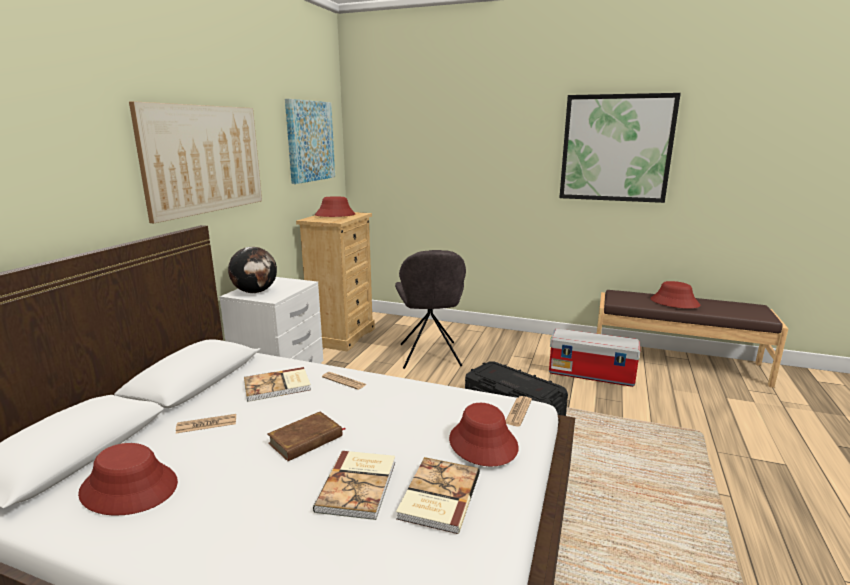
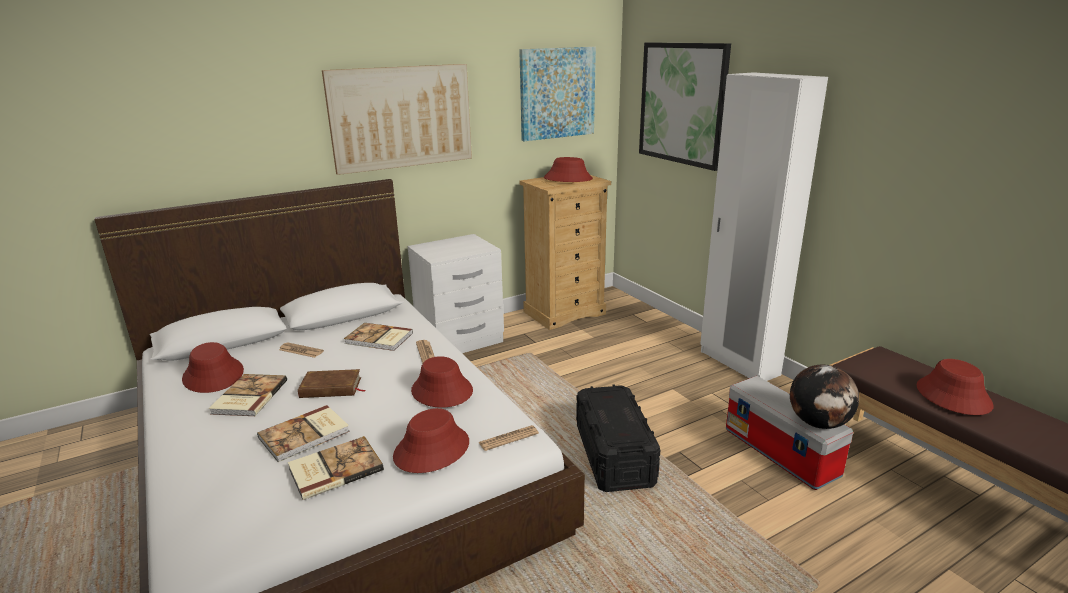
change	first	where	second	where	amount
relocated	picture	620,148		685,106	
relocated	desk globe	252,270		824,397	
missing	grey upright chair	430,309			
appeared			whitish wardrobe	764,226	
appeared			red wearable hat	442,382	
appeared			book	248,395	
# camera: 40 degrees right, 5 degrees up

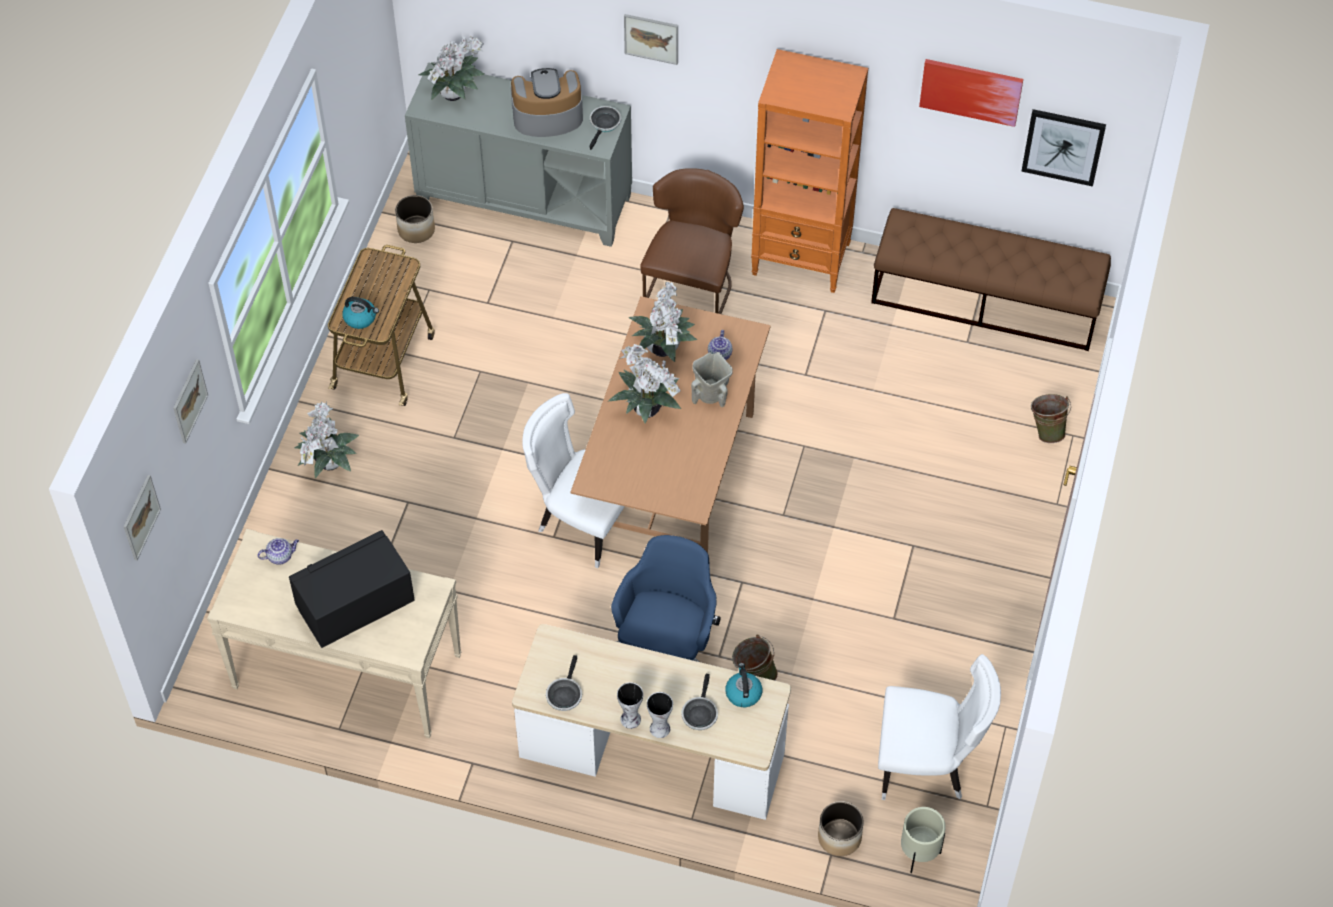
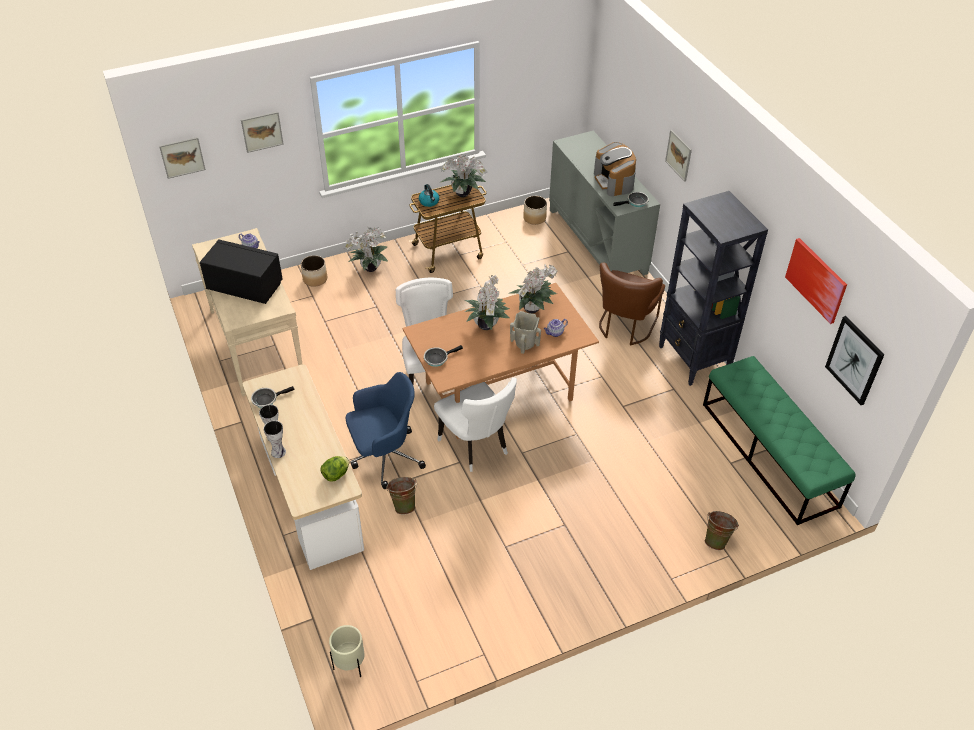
change	first	where	second	where	amount
relocated	houseplant	451,69		464,175	
colour	orangey bookcase	809,171	blackish bookcase	713,288	
spun	coffee machine	547,102		615,169	150 degrees counterclockwise
spun	brown-coloured upright chair	692,241		632,304	135 degrees clockwise
colour	brown-coloured bench	991,279	green-coloured bench	779,440	
relocated	whitish upright chair	939,727		475,424	
exchanged	tea kettle	743,685	head of lettuce	334,469	
relocated	skillet	699,702		443,356	
relocated	flower pot	841,828		314,271	
# camera: 50 degrees right, 10 degrees down

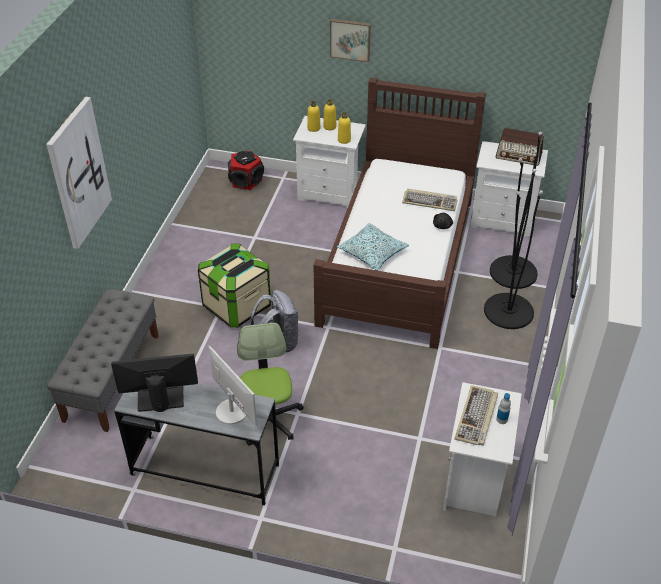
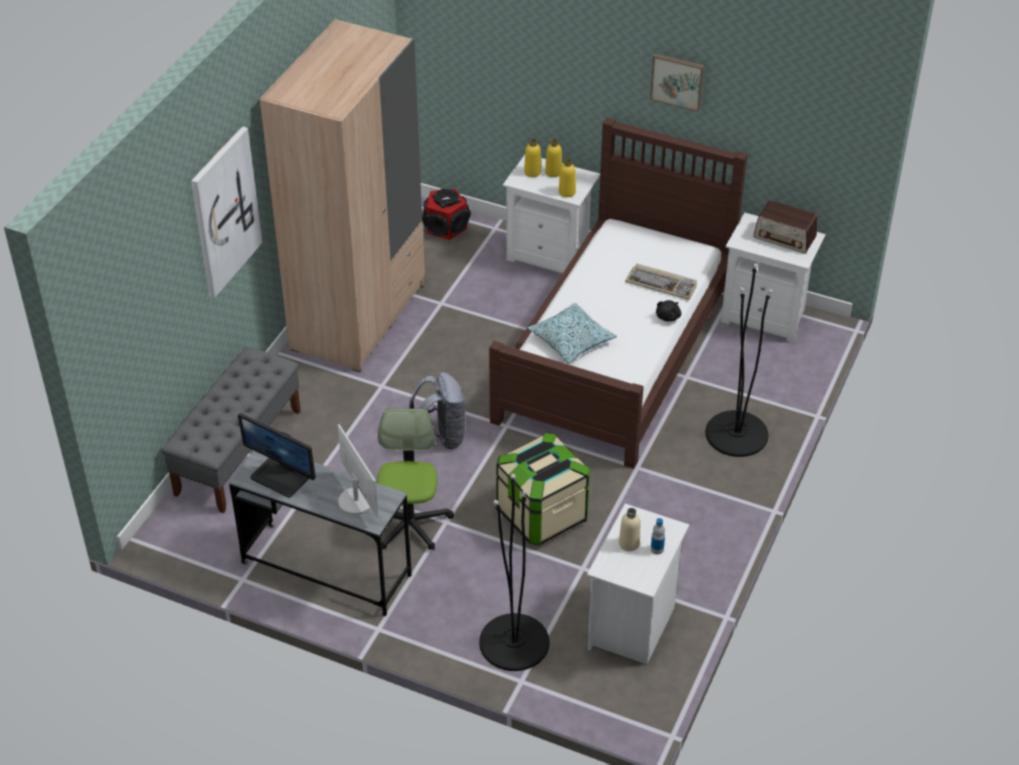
change	first	where	second	where	amount
relocated	picture	350,40		677,82	
relocated	blackish standing lamp	516,210		514,572	
relocated	storage container	234,285		543,489	
spun	computer screen	154,383		277,455	150 degrees counterclockwise
exchanged	keyboard	476,415	beige beverage bottle	630,529	
appeared			beige wardrobe	342,195	
# camera: 10 degrees right, 0 degrees up

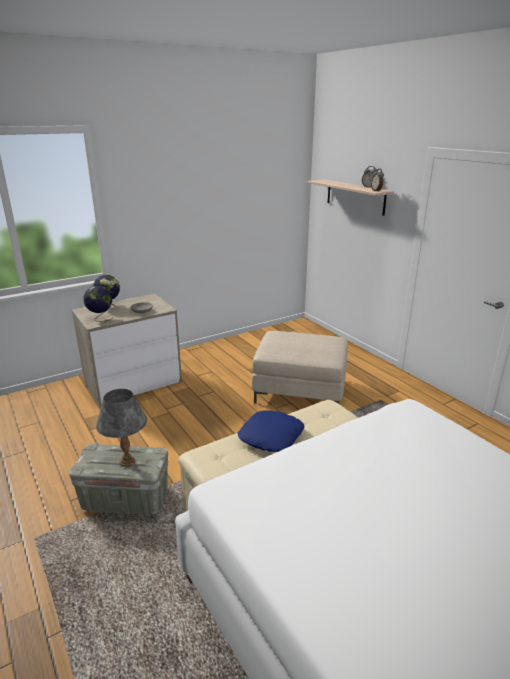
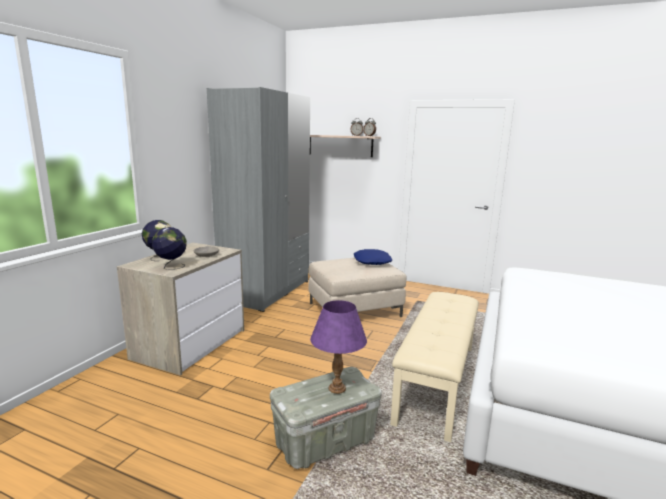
change	first	where	second	where	amount
colour	grey lamp for a table	121,428	purple-coloured lamp for a table	338,347	
relocated	blue-coloured pillow	271,431		373,257	
appeared			grey wardrobe	258,199	
# camera: 35 degrees left, 10 degrees down

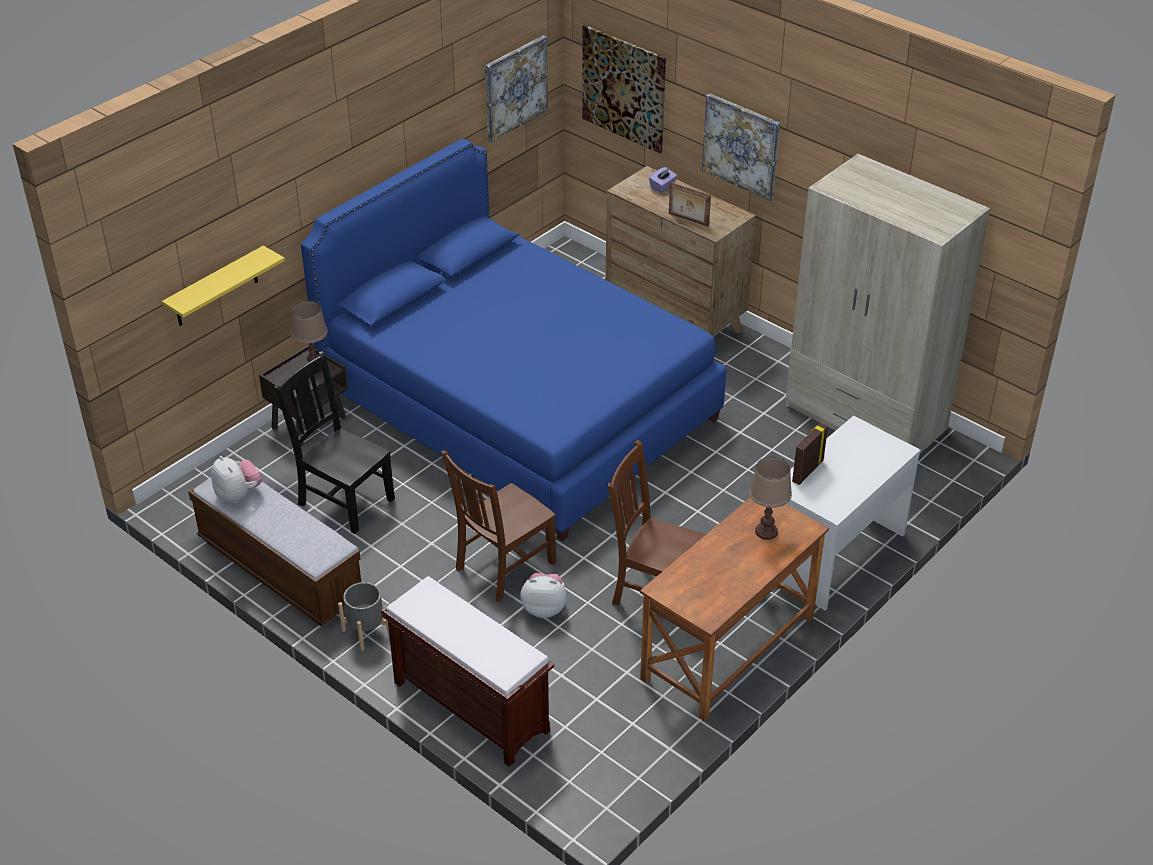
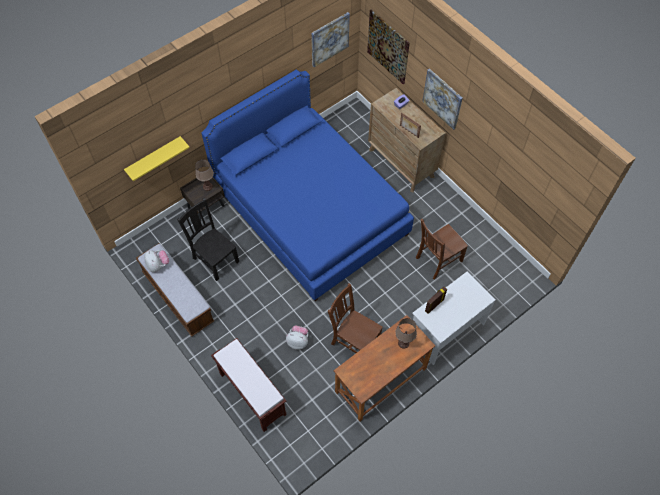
change	first	where	second	where	amount
missing	beige wardrobe	887,304			
relocated	brown-coloured upright chair	498,526		442,249	
missing	grey flower pot	363,616			
# camera: 10 degrees right, 20 degrees up

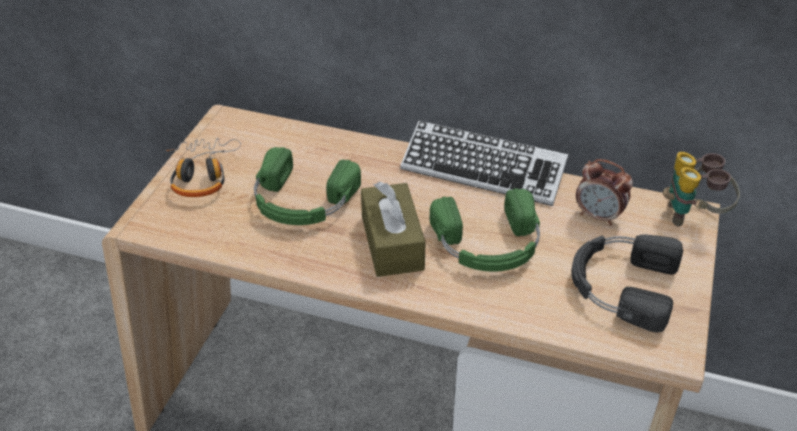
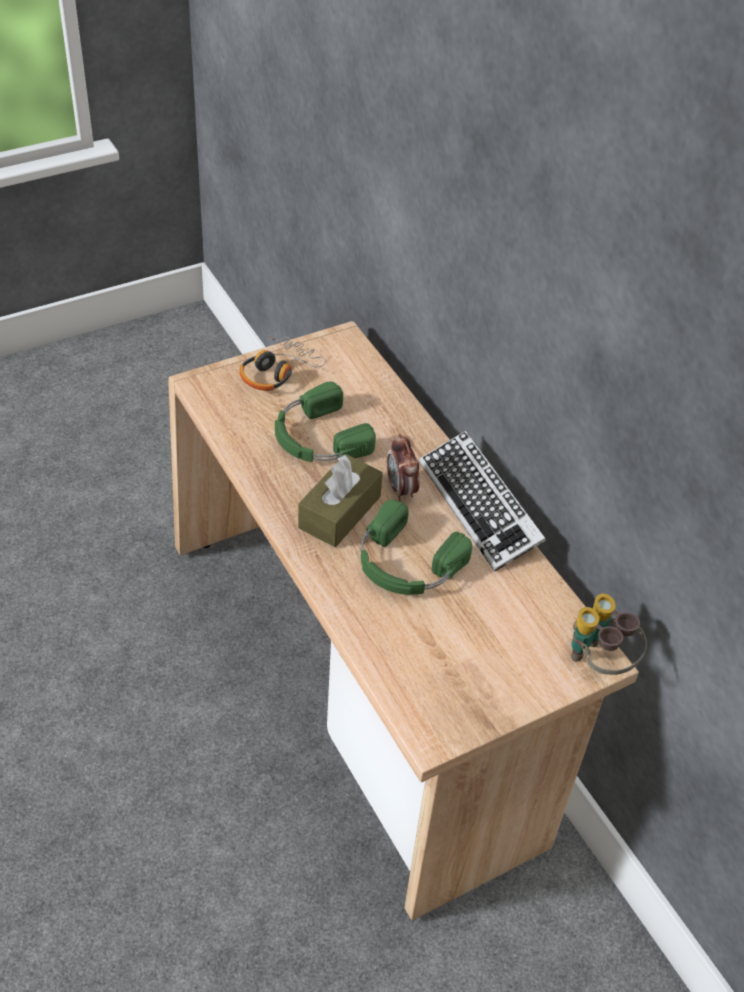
change	first	where	second	where	amount
relocated	bedside clock	604,192		403,467	
missing	blackish headphones	627,283			
# camera: 40 degrees right, 5 degrees up

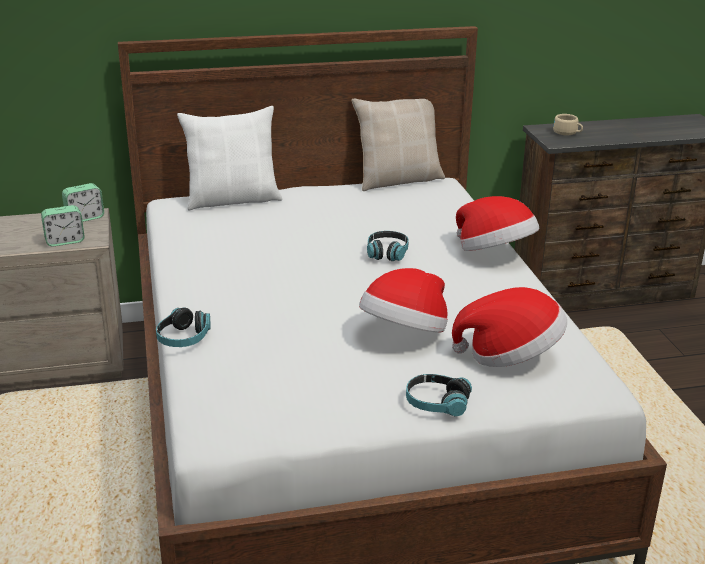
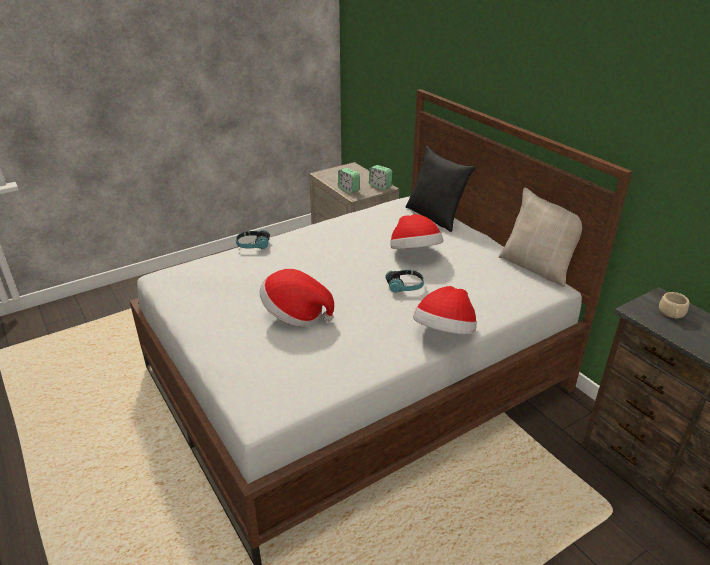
change	first	where	second	where	amount
colour	whitish pillow	229,158	blackish pillow	440,189	
relocated	wearable hat	509,327		416,231	
missing	headphones	439,395			
# camera: 70 degrees right, 5 degrees up

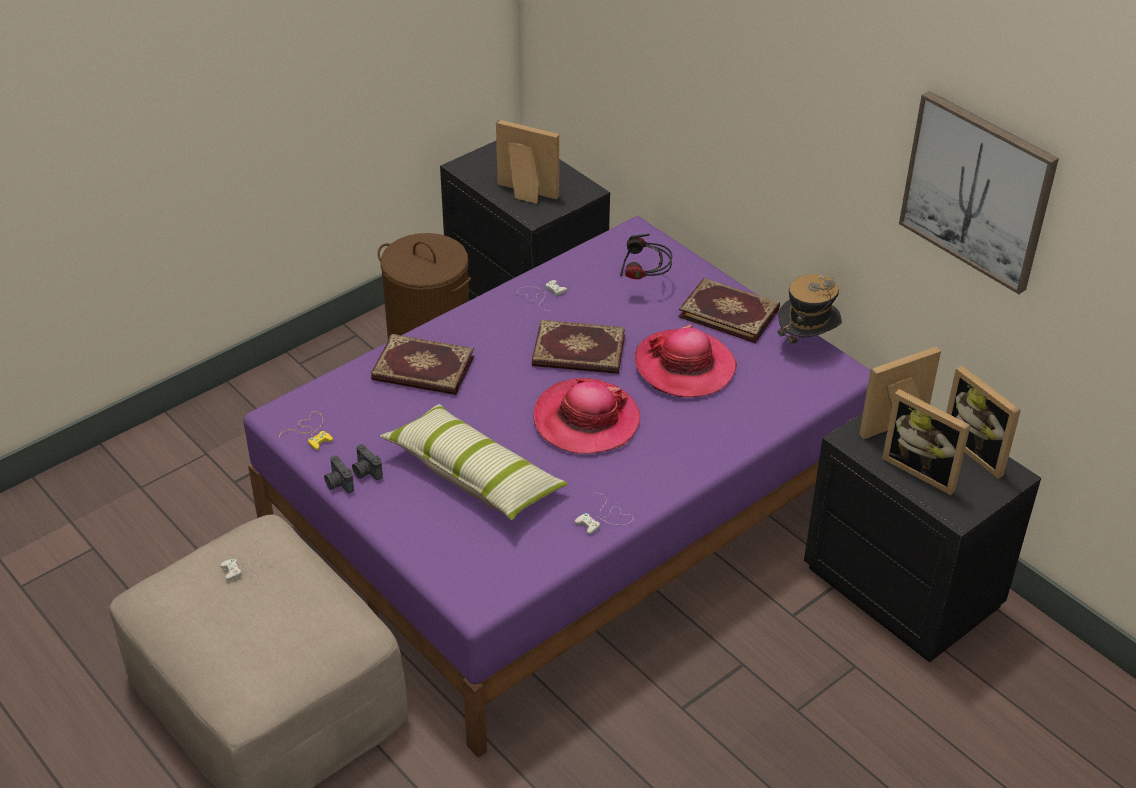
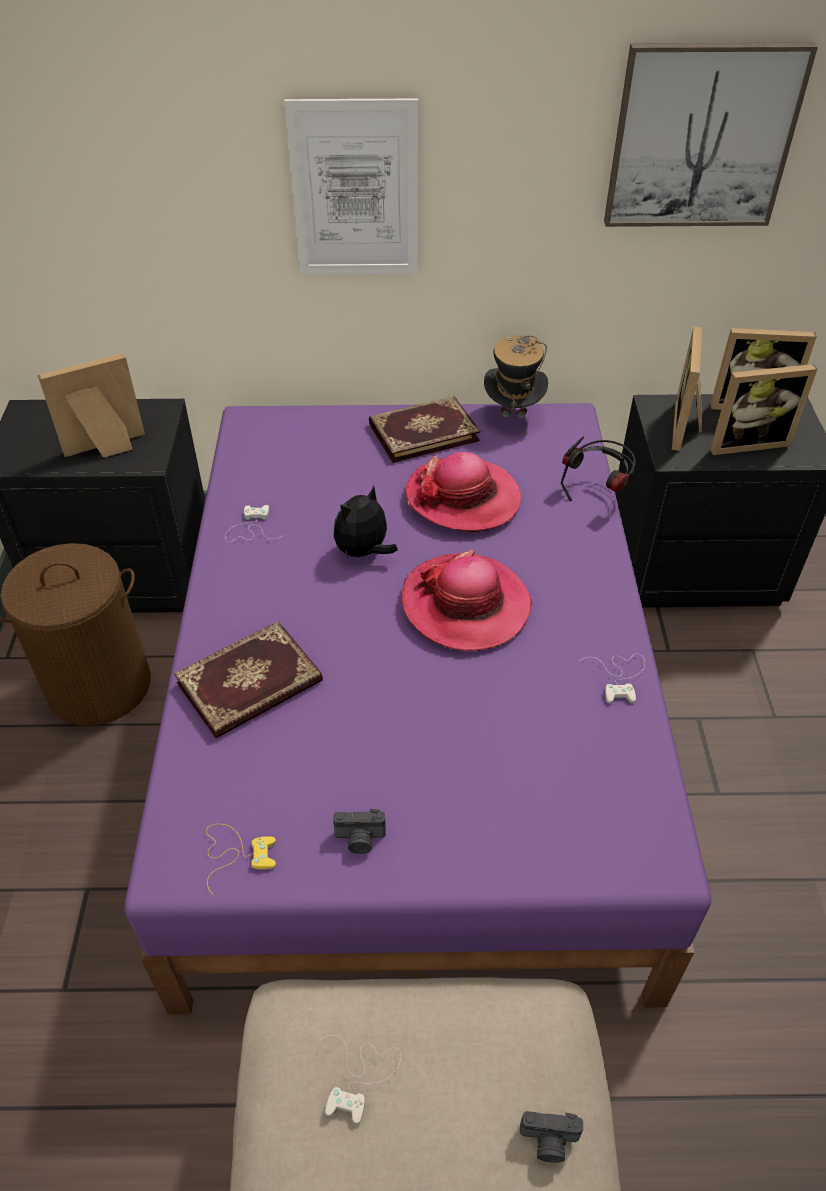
change	first	where	second	where	amount
relocated	headphones	646,256		598,469	
exchanged	book	578,347	plush toy	366,523	
missing	pillow	473,462			
relocated	photo camera	339,474		551,1137	
appeared			picture	351,186	
# camera: 50 degrees left, 5 degrees up

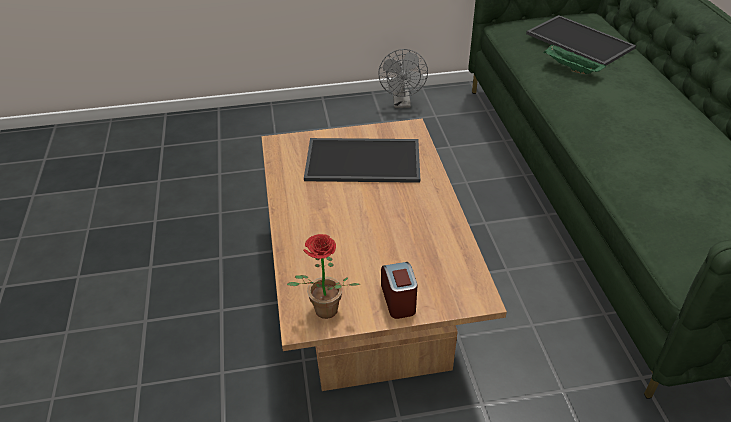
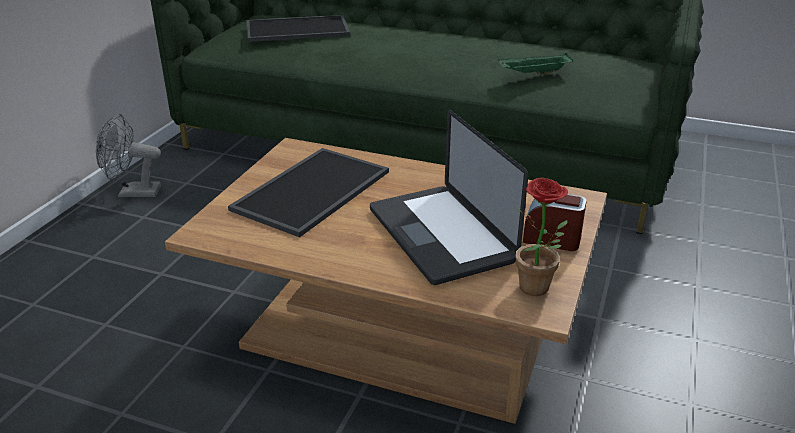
change	first	where	second	where	amount
relocated	green-coloured serving tray	574,59		535,64	
spun	grey fan	403,78		128,155	150 degrees clockwise
appeared			portable computer	449,197	
# camera: 60 degrees left, 10 degrees down

